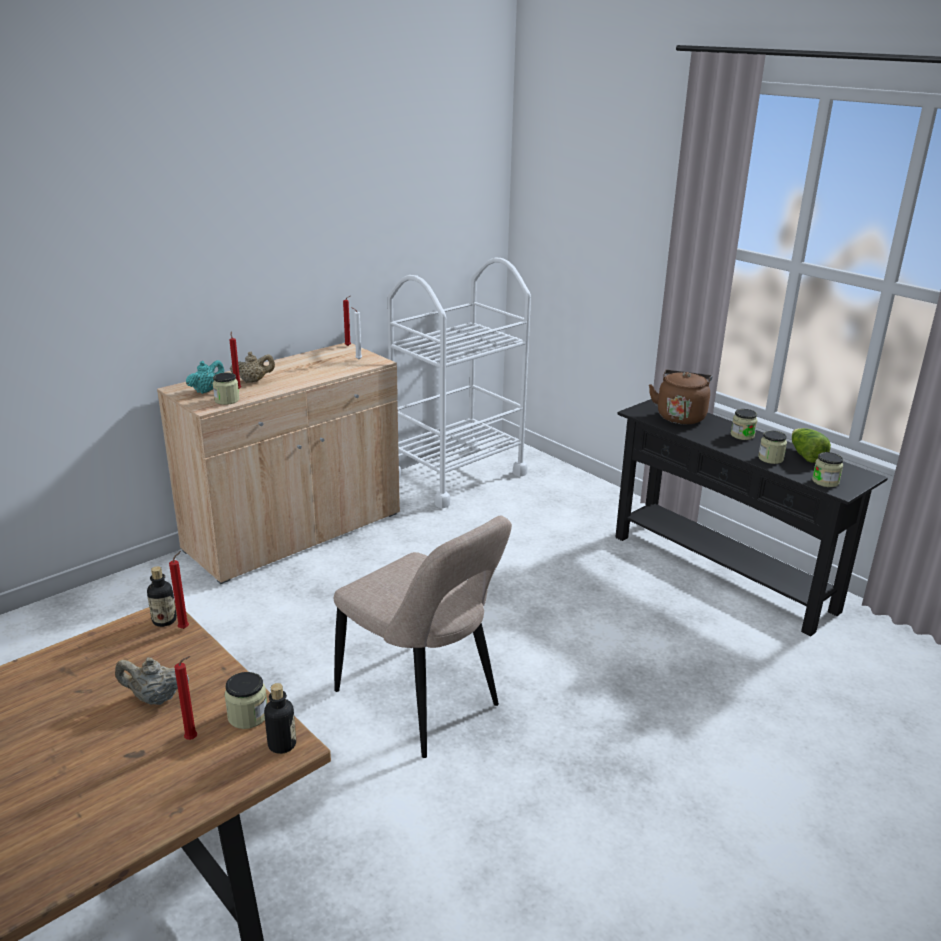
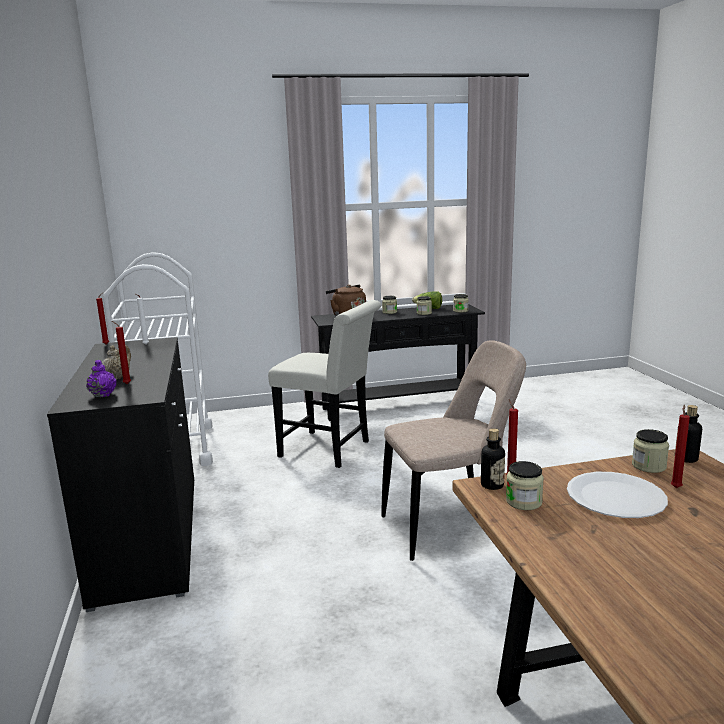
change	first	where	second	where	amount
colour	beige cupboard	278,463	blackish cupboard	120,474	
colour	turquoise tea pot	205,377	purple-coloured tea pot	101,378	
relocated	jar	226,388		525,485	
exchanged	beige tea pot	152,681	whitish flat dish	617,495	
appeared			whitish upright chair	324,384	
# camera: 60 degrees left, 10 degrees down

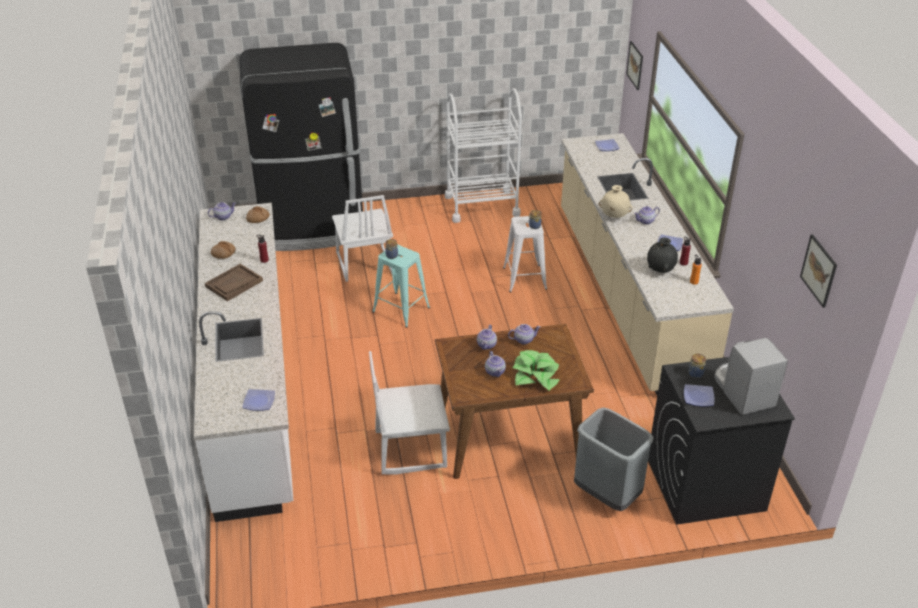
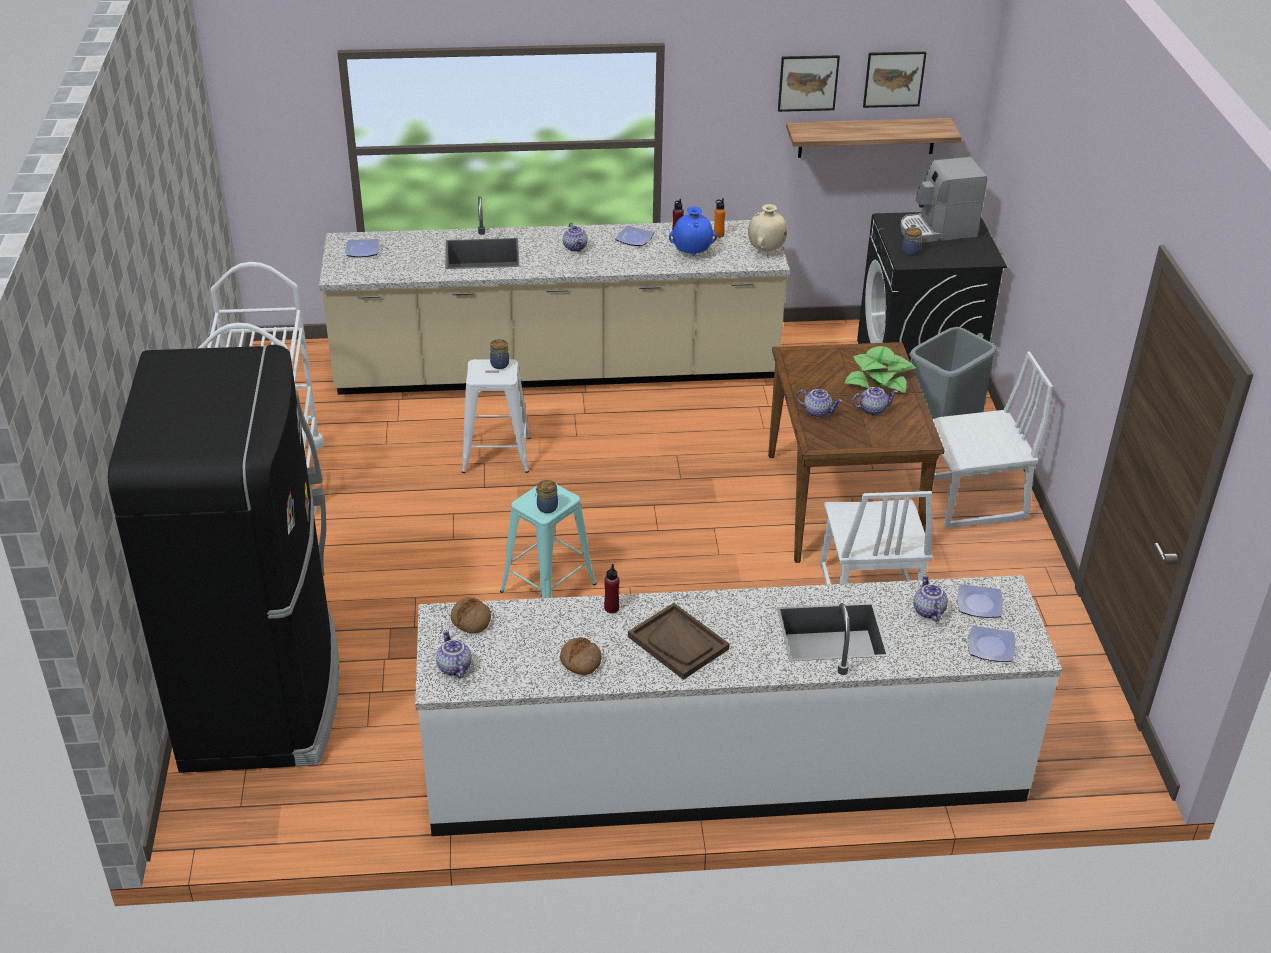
change	first	where	second	where	amount
relocated	picture	634,65		809,83	
relocated	beige flower vase	615,201		767,227	
relocated	whitish upright chair	362,238		986,439	
colour	blackish flower vase	662,255	blue-coloured flower vase	693,230	
relocated	tea pot	524,334		930,598	
relocated	flat dish	699,395		991,643	
appeared			shelf	874,138	
# camera: 85 degrees left, 0 degrees up

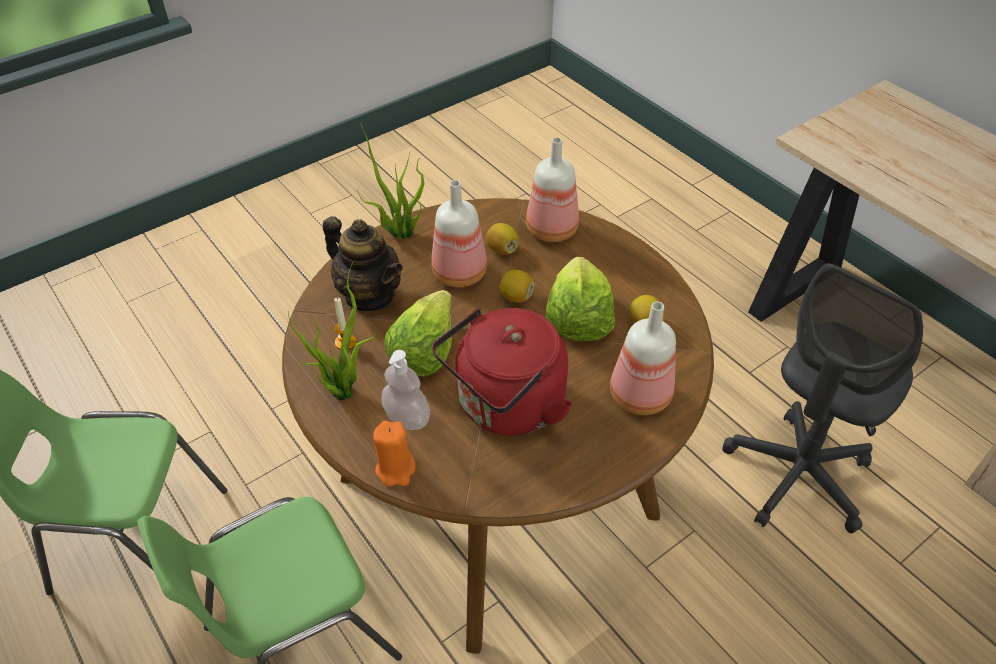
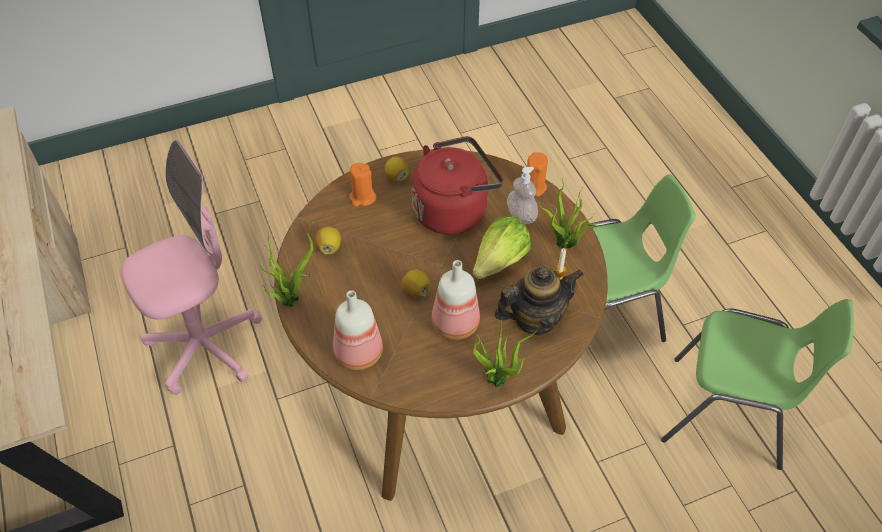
change	first	where	second	where	amount
spun	tea pot	363,263		539,300	105 degrees clockwise
relocated	citrus fruit	502,239		397,169	
missing	head of lettuce	580,299			
colour	grey computer chair	822,398	pink-coloured computer chair	191,267	
exchanged	beverage bottle	643,358	orangey candle	363,185	
appeared			houseplant	288,263	
# camera: 165 degrees left, 5 degrees up

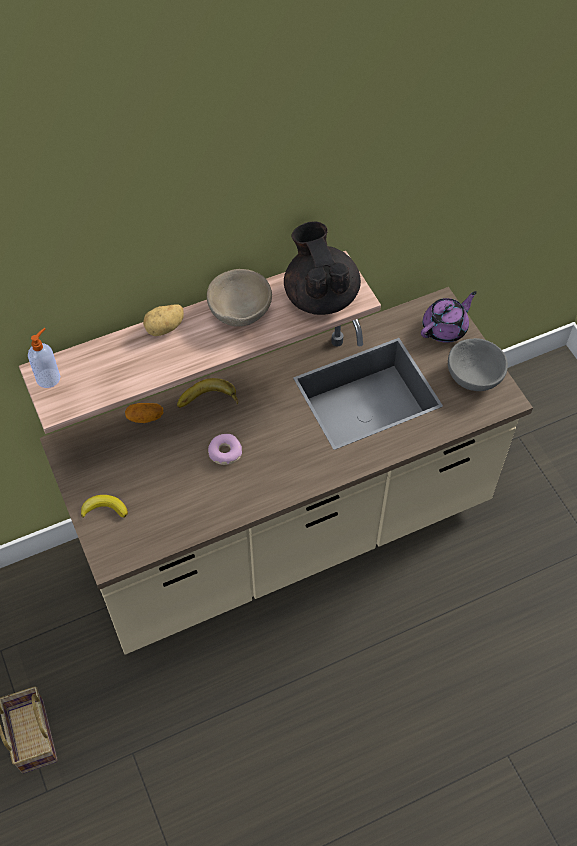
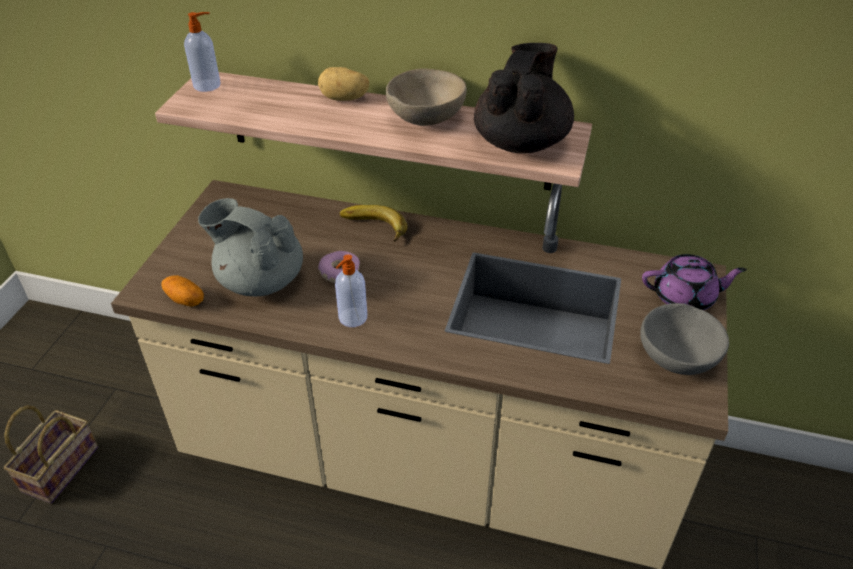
change	first	where	second	where	amount
relocated	whole potato	144,413		182,290	
missing	banana	104,506			
appeared			grey tea pot	250,247	
appeared			liquid soap bottle	351,290	
# camera: 40 degrees right, 15 degrees down

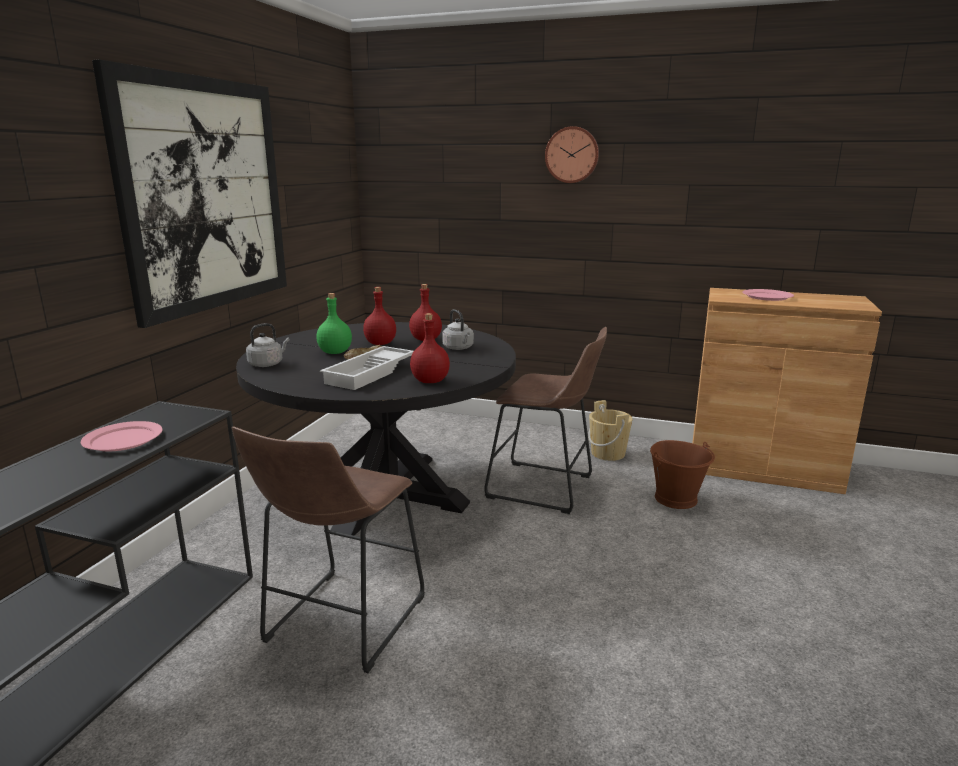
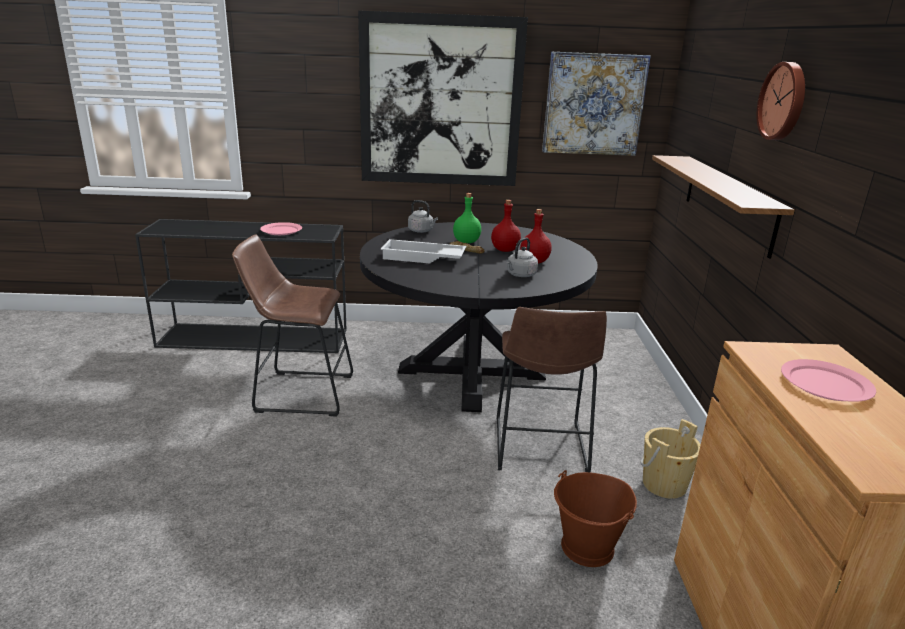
change	first	where	second	where	amount
missing	red beverage bottle	430,348			
appeared			picture	596,103	
appeared			shelf	723,207	
# camera: 70 degrees right, 5 degrees up

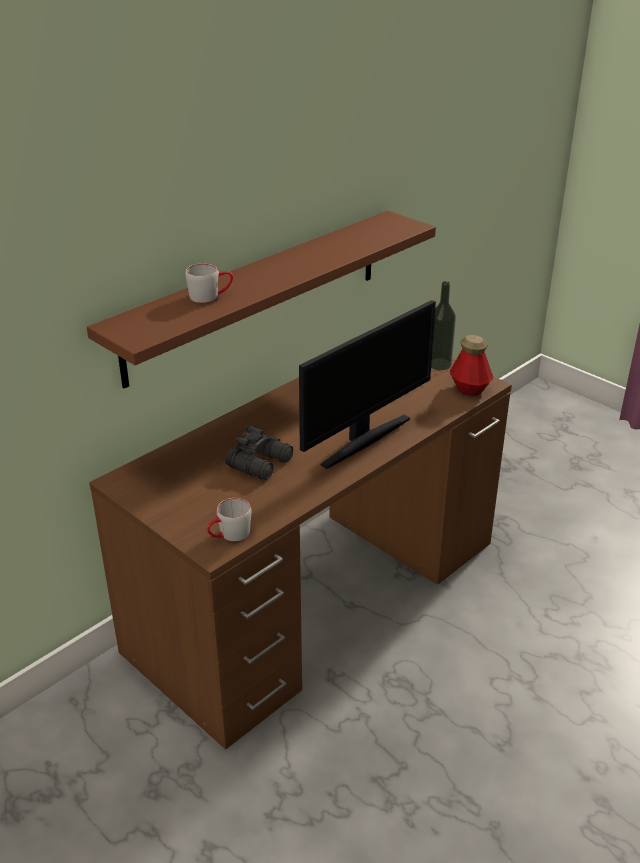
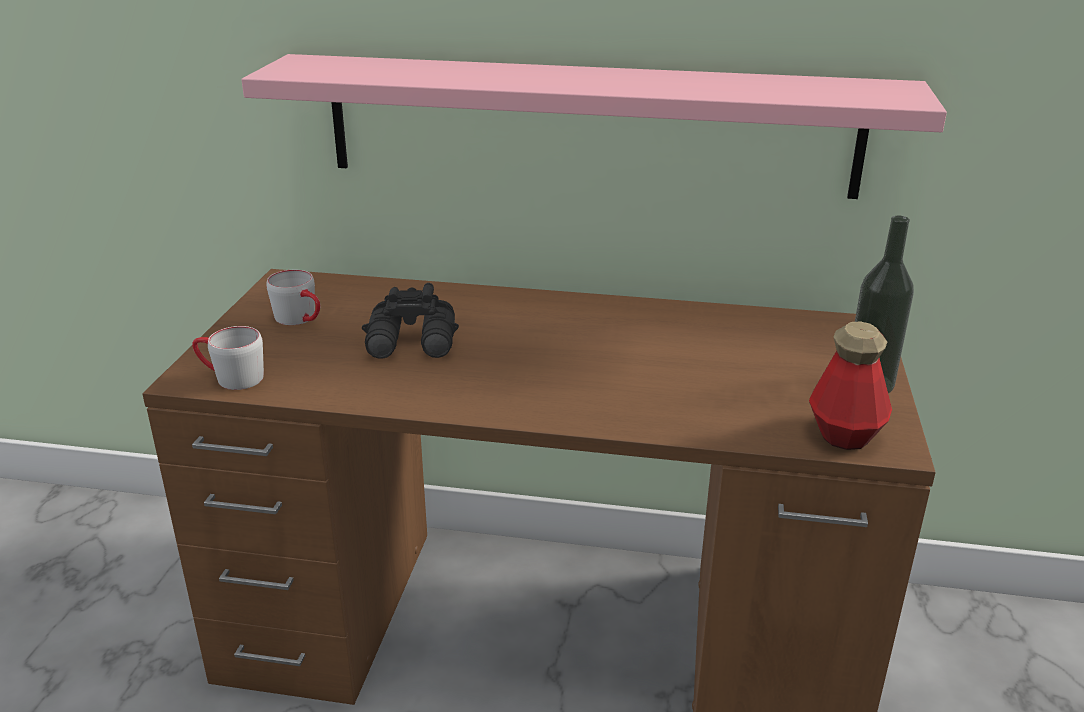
change	first	where	second	where	amount
colour	brown-coloured shelf	261,299	pink-coloured shelf	594,126	
relocated	grey mug	209,283		293,297	
missing	computer screen	367,384			
# camera: 55 degrees right, 5 degrees down

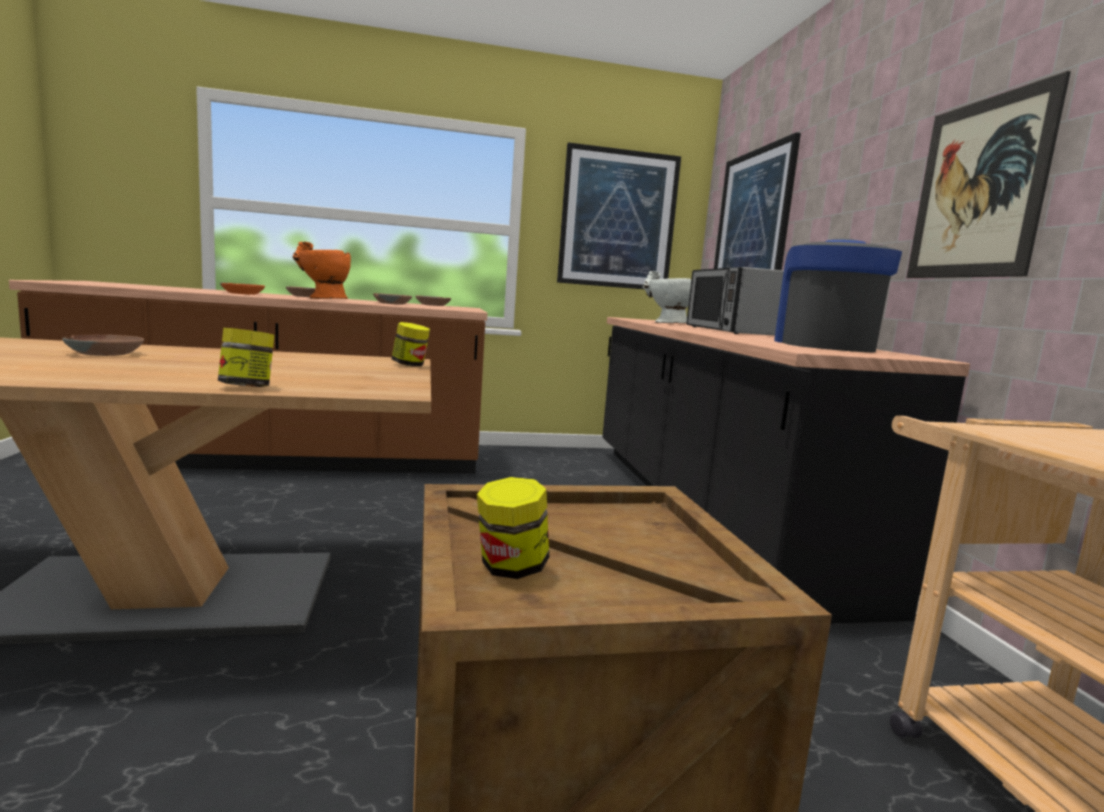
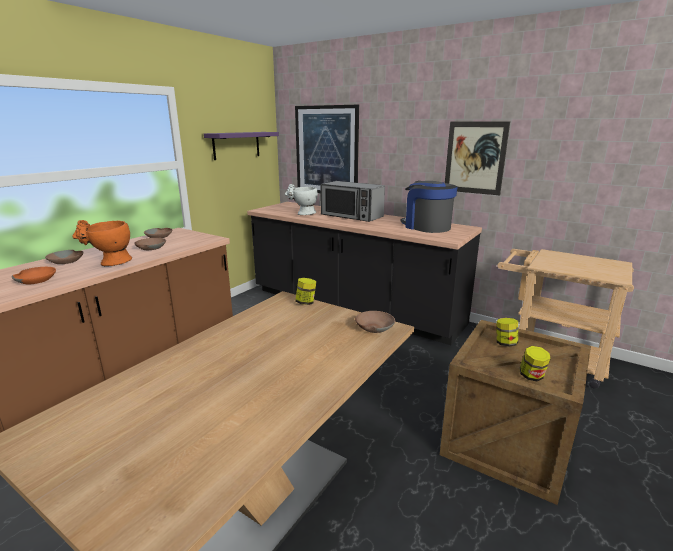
change	first	where	second	where	amount
exchanged	picture	619,215	purple-coloured shelf	241,146	
relocated	jar	246,357		507,332	
relocated	brown-coloured serving bowl	103,345		375,322	
# camera: 45 degrees left, 10 degrees up

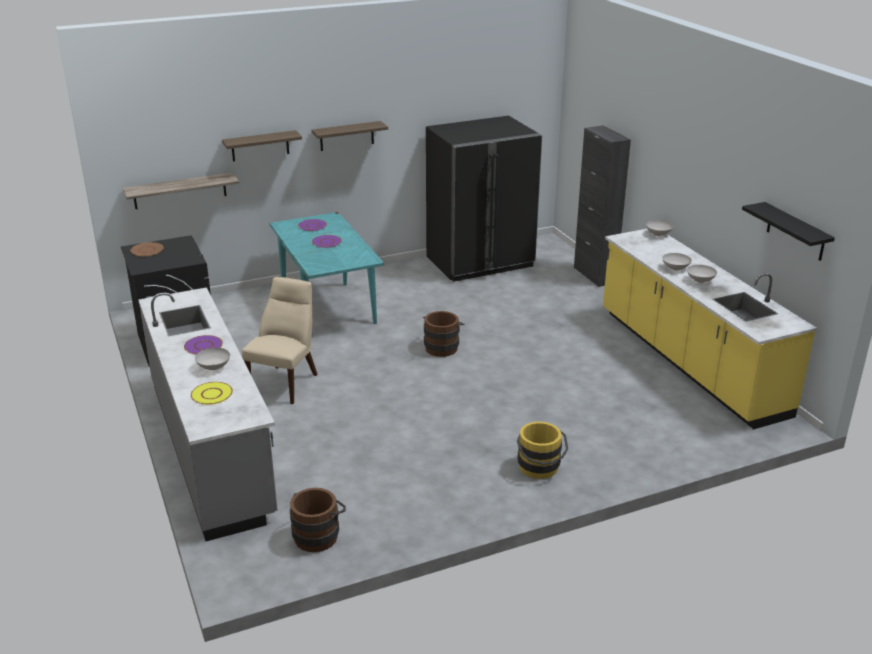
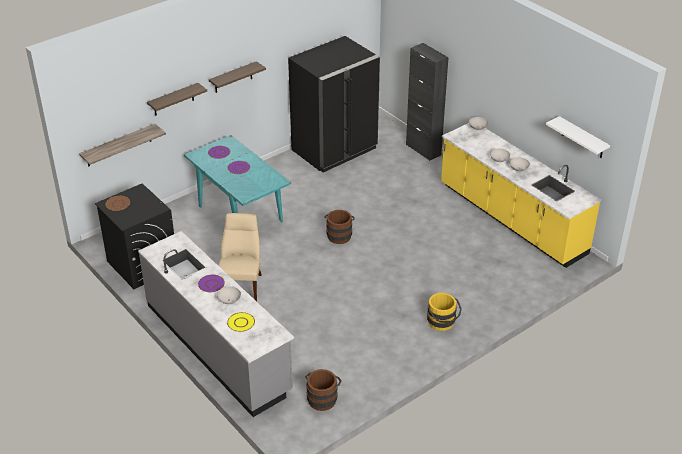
change	first	where	second	where	amount
colour	blackish shelf	788,231	whitish shelf	578,137	
# camera: 15 degrees left, 10 degrees up

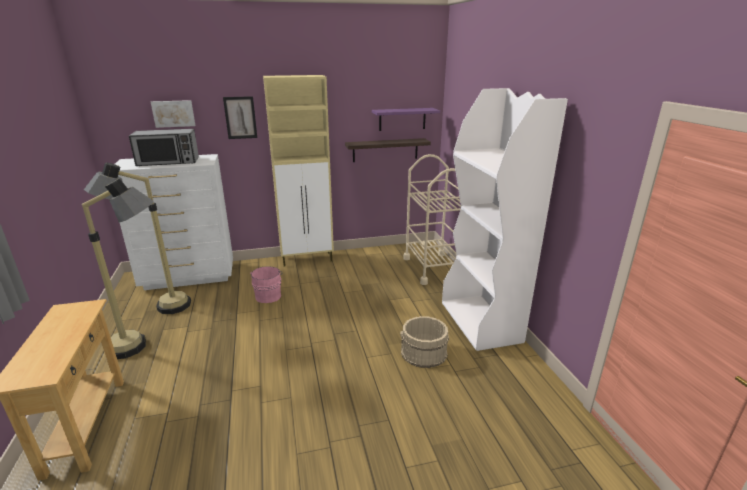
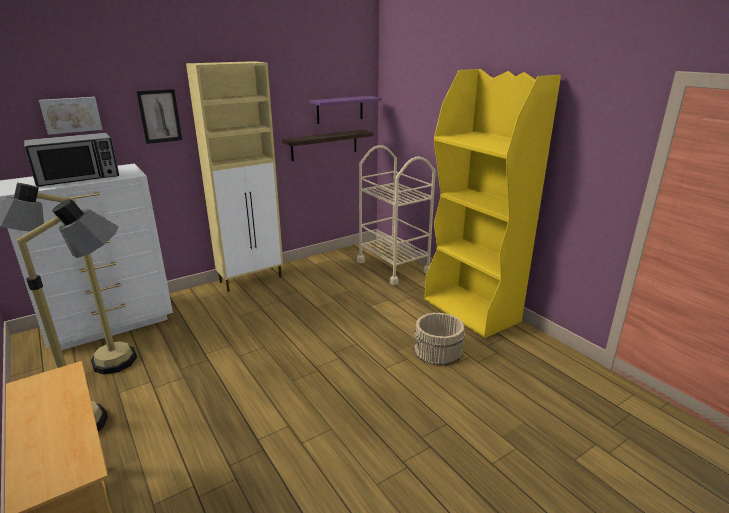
change	first	where	second	where	amount
colour	whitish bookcase	505,219	yellowish bookcase	492,203	
missing	pink-coloured water bucket	266,284			
# camera: 20 degrees left, 0 degrees up

